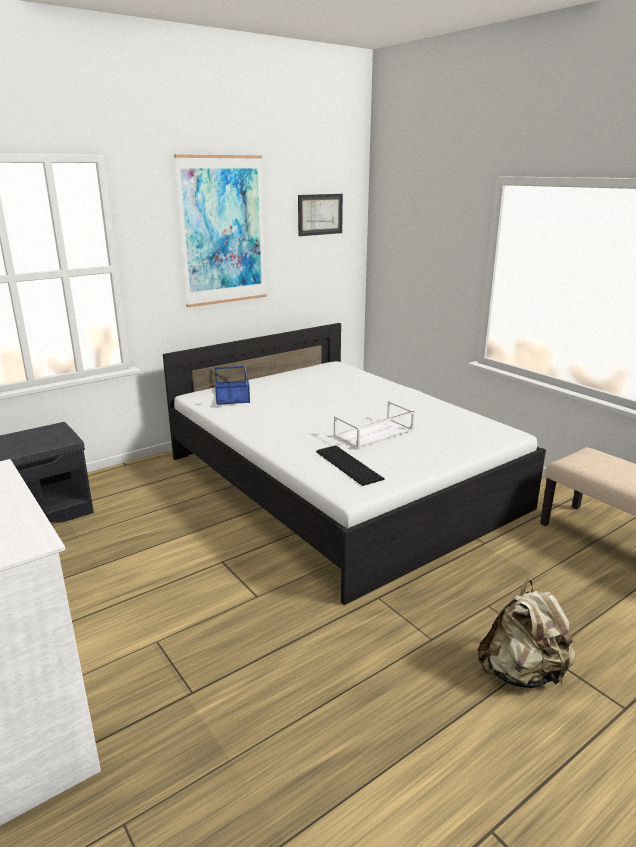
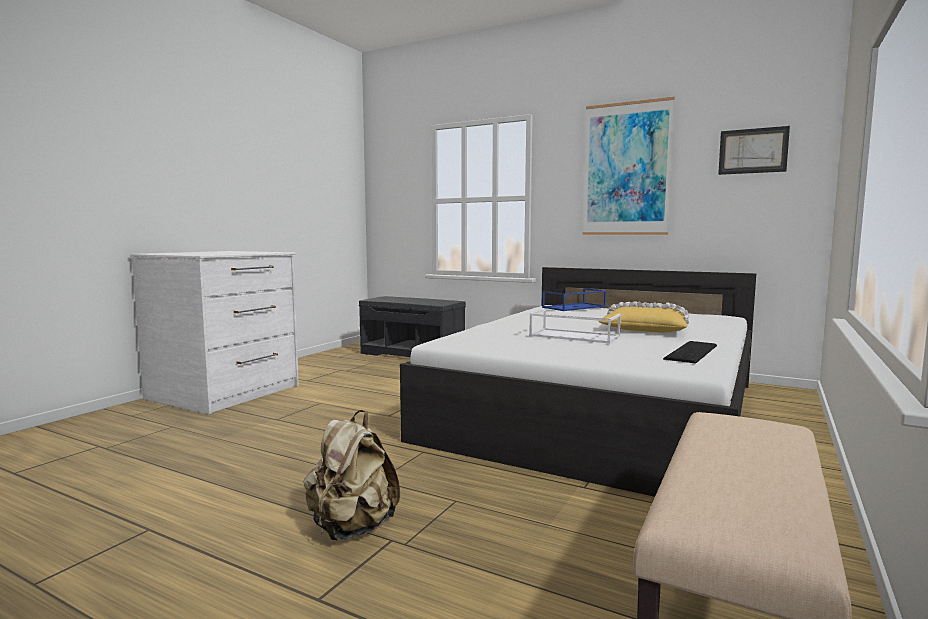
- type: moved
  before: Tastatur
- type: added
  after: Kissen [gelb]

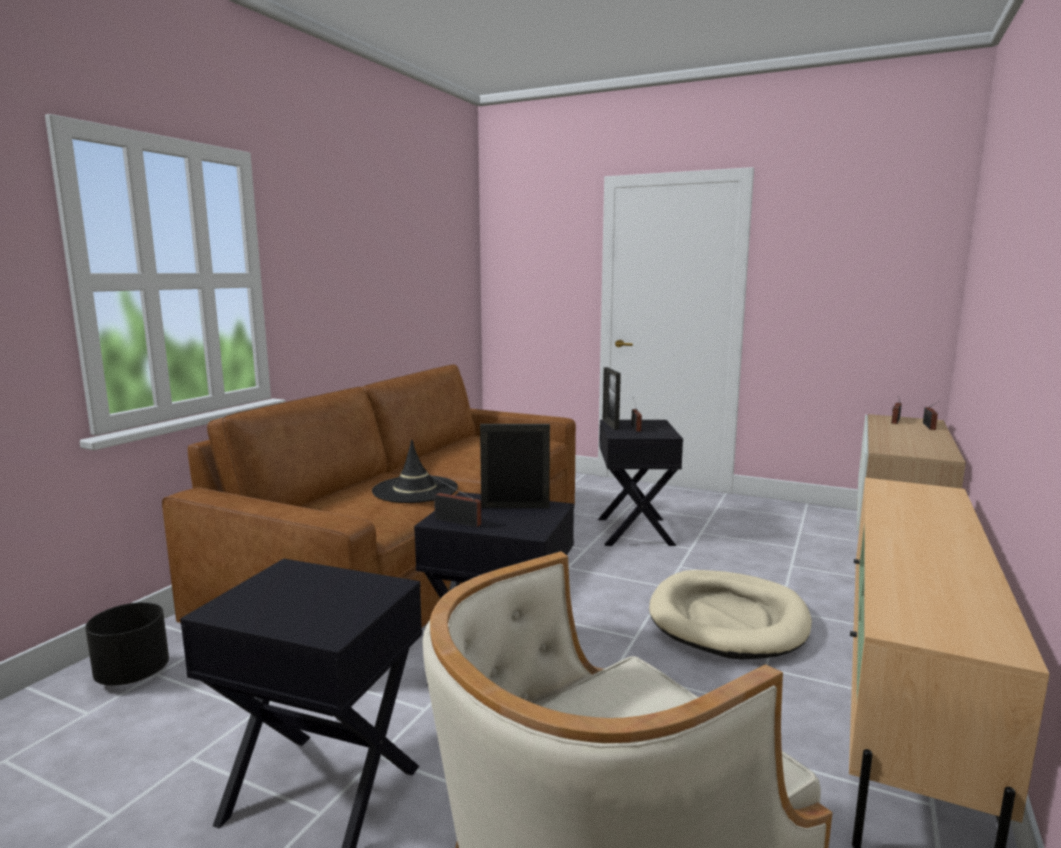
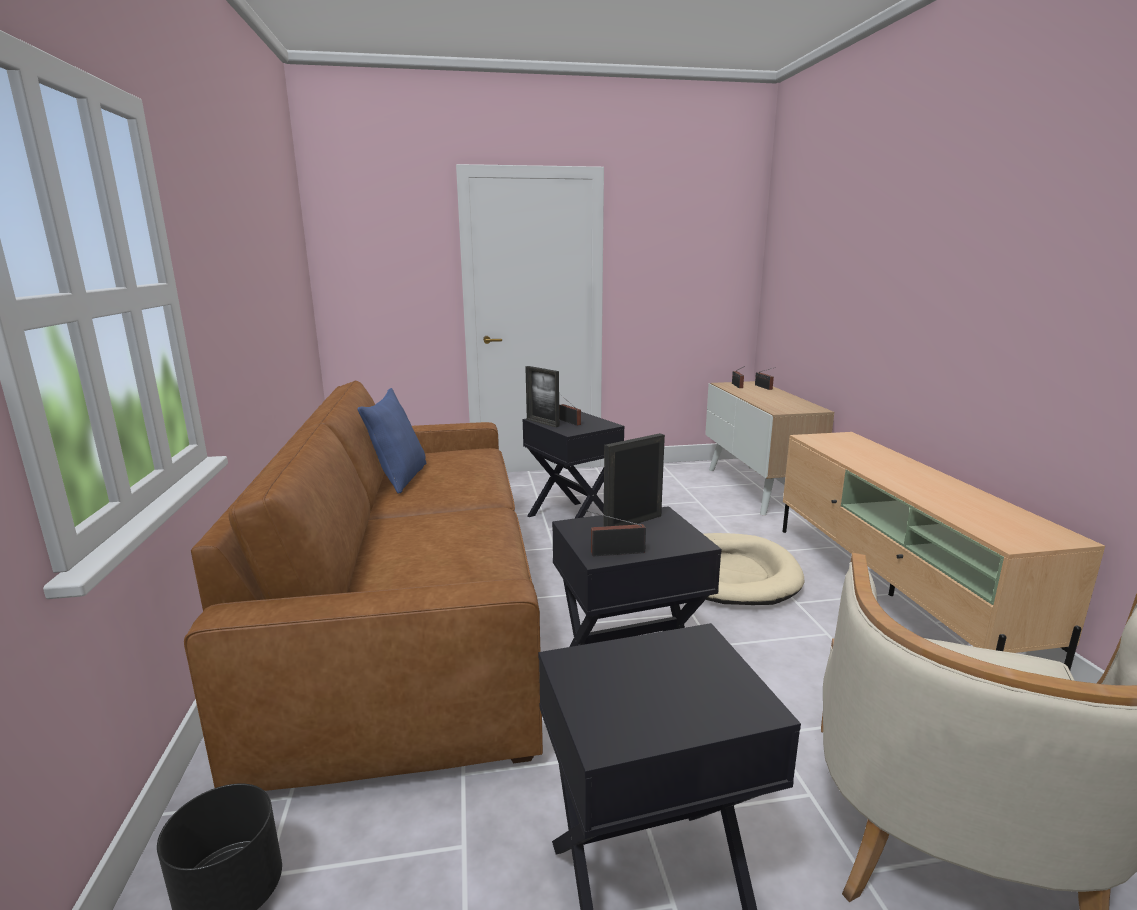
- type: removed
  before: Hut [schwarz]
- type: added
  after: Kissen [blau]

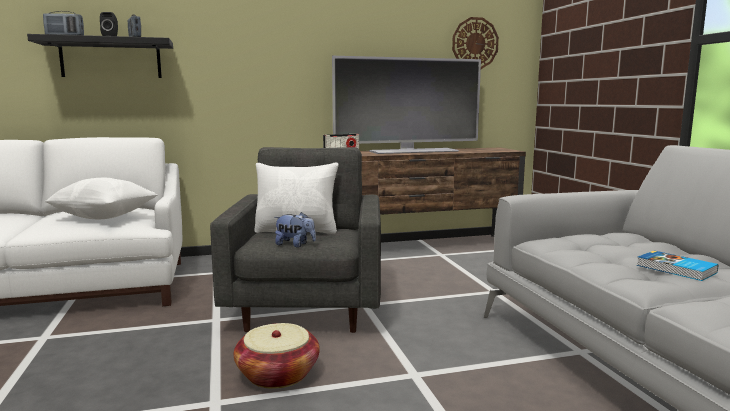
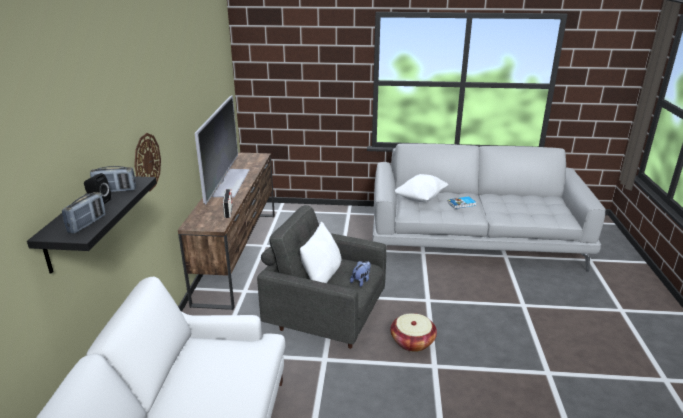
- type: moved
  before: Wanduhr
- type: moved
  before: Kissen [weiß] (1st from left in the first image)
  after: Kissen [weiß] (2nd from left)

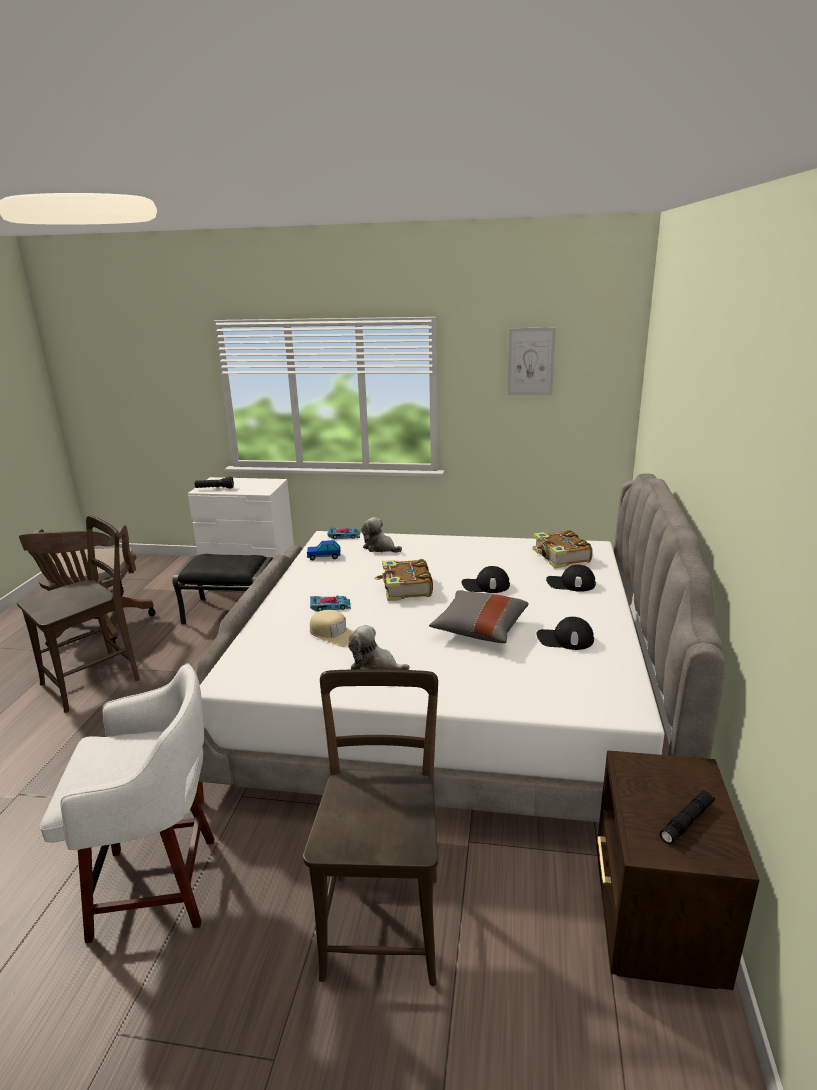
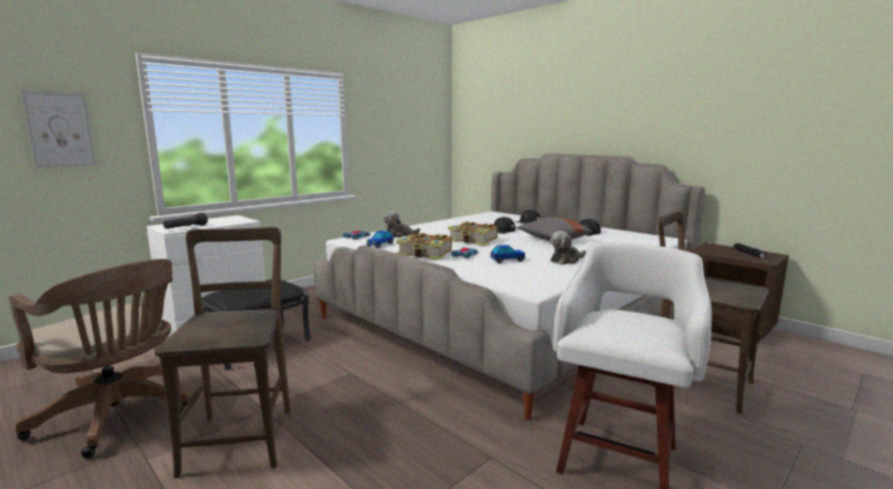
- type: moved
  before: Bild
- type: moved
  before: Buch (2nd from left in the first image)
  after: Buch (1st from left)
- type: replaced
  before: Kappe [beige]
  after: Spielzeugauto (4th from left)

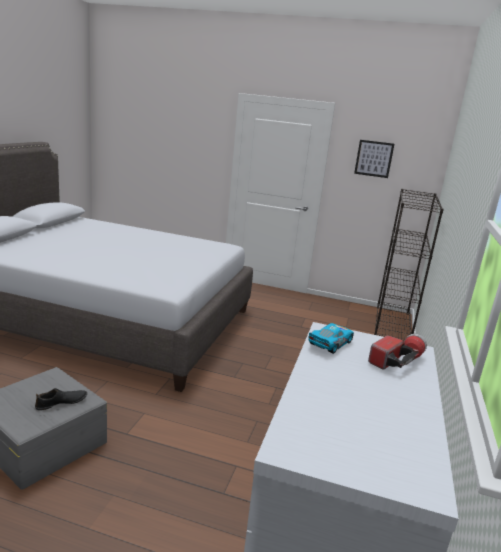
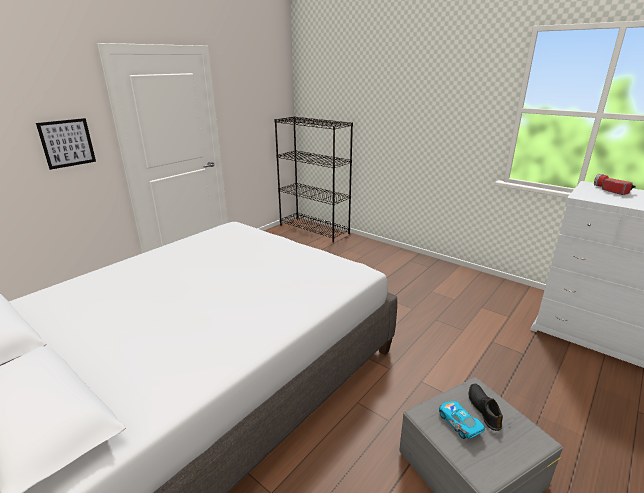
- type: moved
  before: Bild
- type: moved
  before: Spielzeugauto

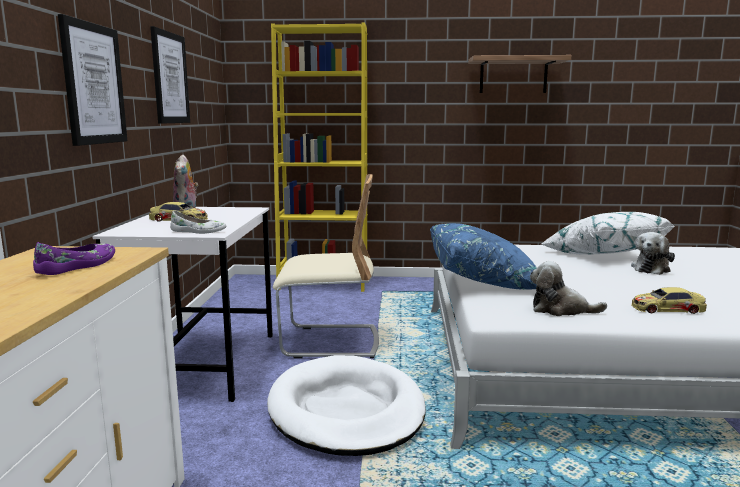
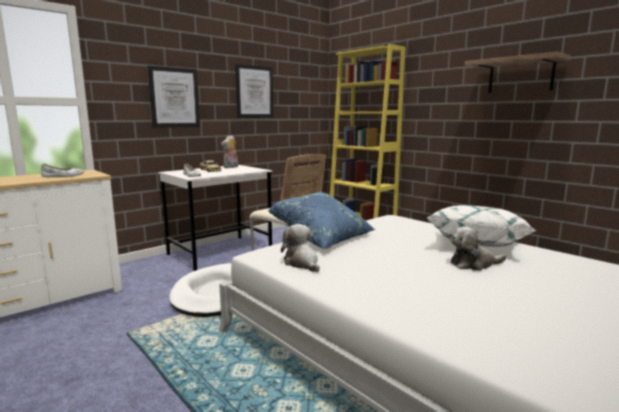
- type: recoloured
  before: Schuh [lila]
  after: Schuh [weiß] (1st from left)
- type: removed
  before: Spielzeugauto (2nd from left)

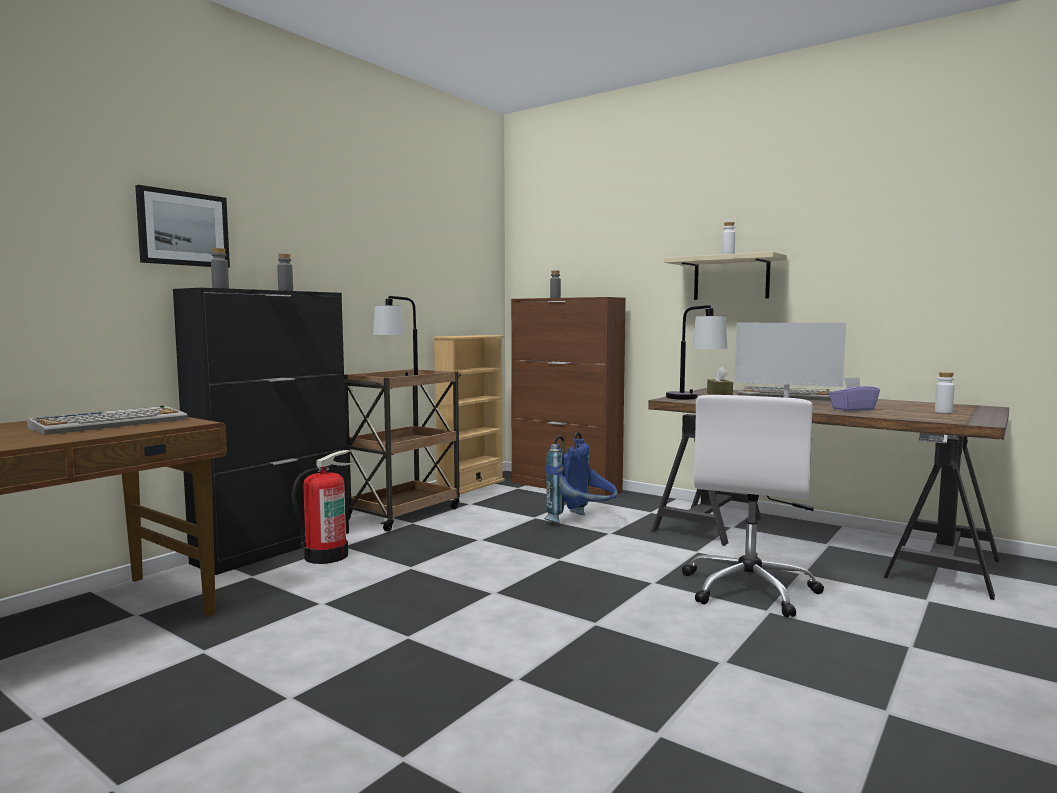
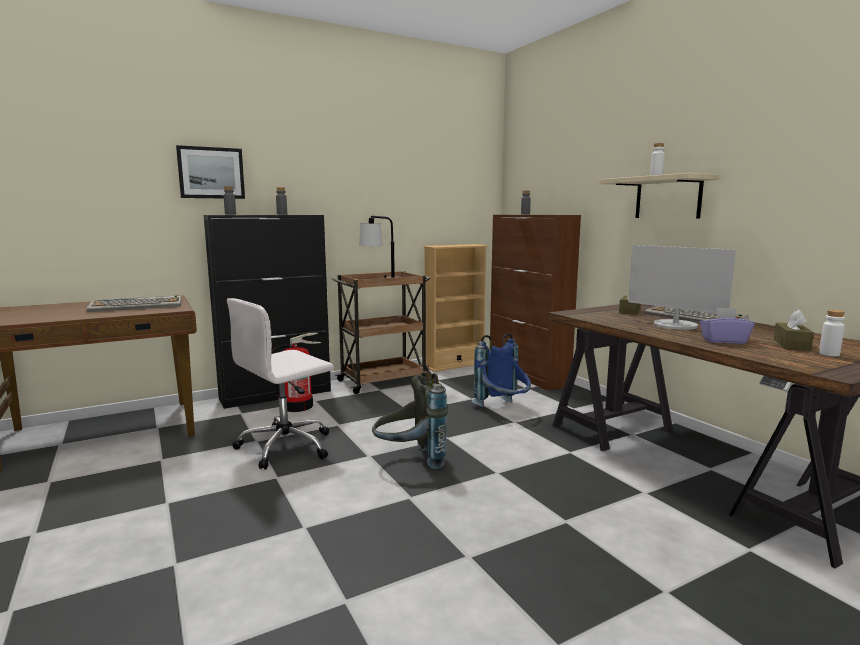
- type: removed
  before: Tischlampe (2nd from left)
- type: moved
  before: Bürostuhl [weiß]
- type: added
  after: Taschentuchbox [braun] (2nd from left)
- type: added
  after: Rucksack [grau]

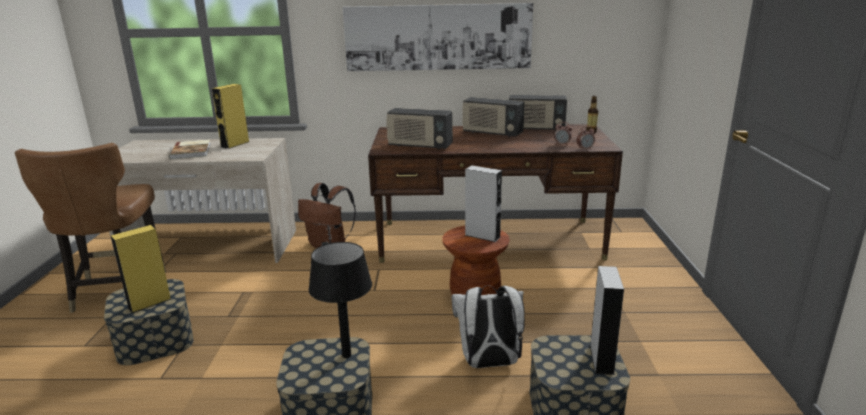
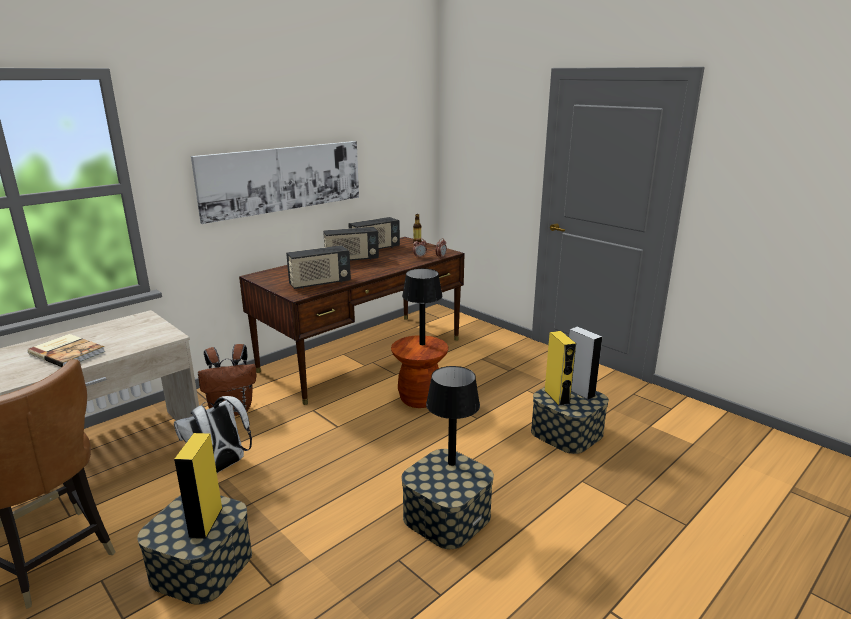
- type: moved
  before: Lautsprecher [gelb] (2nd from left)
- type: replaced
  before: Lautsprecher [grau] (1st from left)
  after: Tischlampe [schwarz] (1st from left)
- type: moved
  before: Rucksack [weiß]

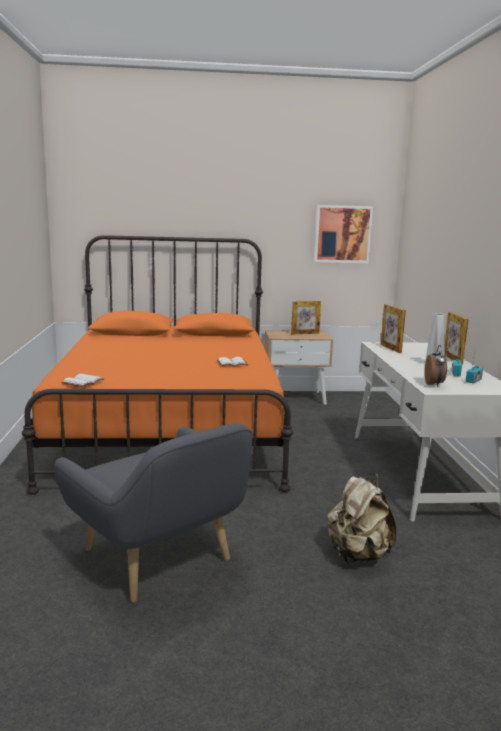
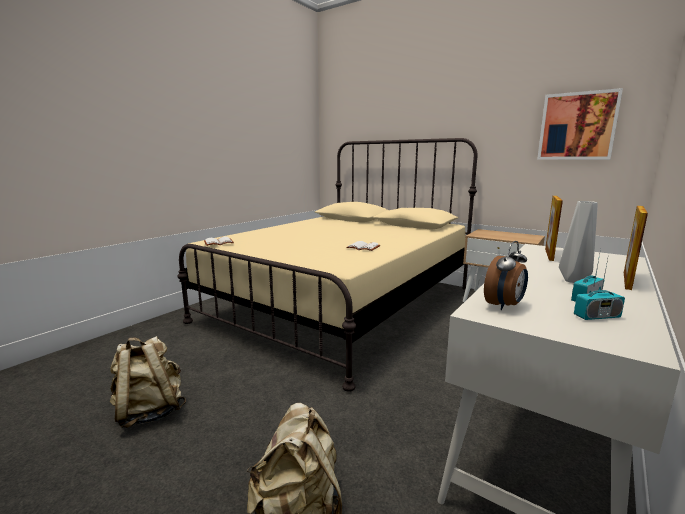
- type: recoloured
  before: Bett [orange]
  after: Bett [beige]
- type: removed
  before: Bilderrahmen (1st from left)
- type: replaced
  before: Sessel [grau]
  after: Rucksack [beige] (1st from left)

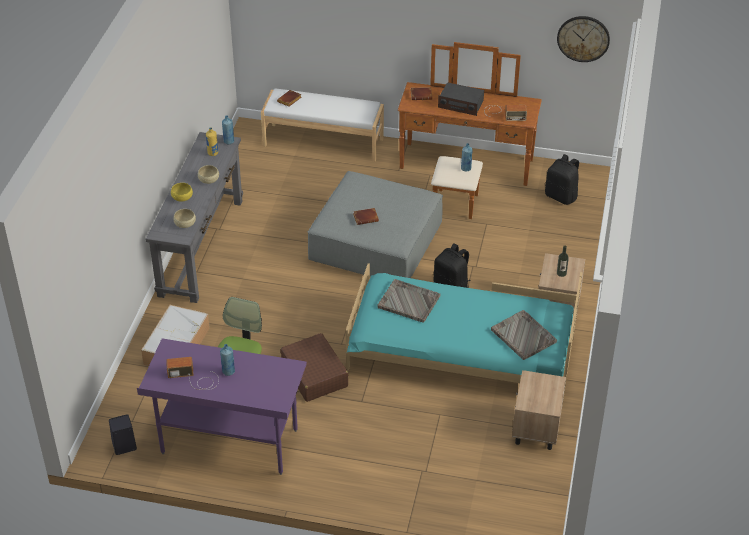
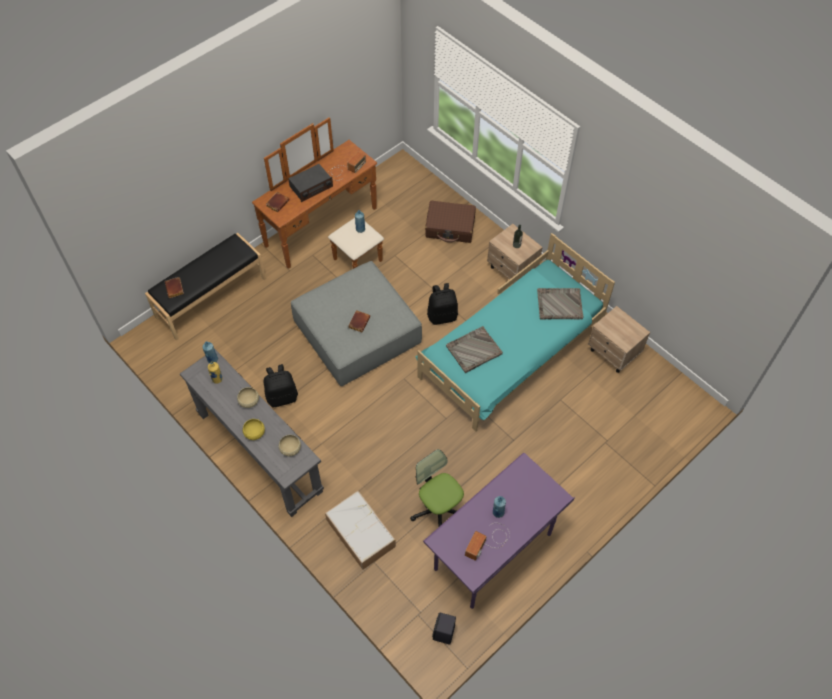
- type: removed
  before: Wanduhr
- type: recoloured
  before: Bank [weiß]
  after: Bank [schwarz]
- type: moved
  before: Rucksack [schwarz] (2nd from left in the first image)
  after: Rucksack [schwarz] (1st from left)
- type: moved
  before: Koffer [braun]

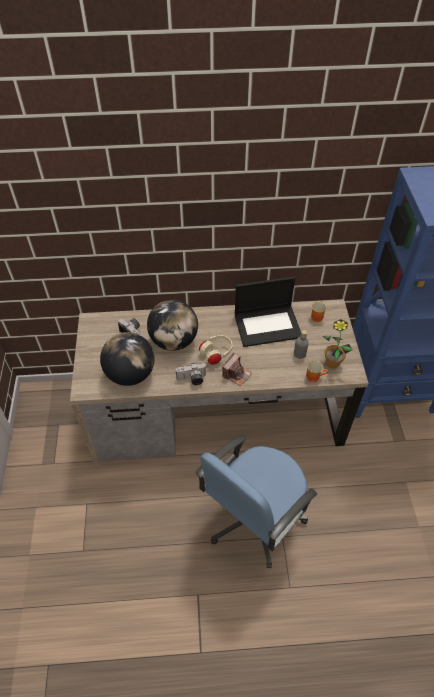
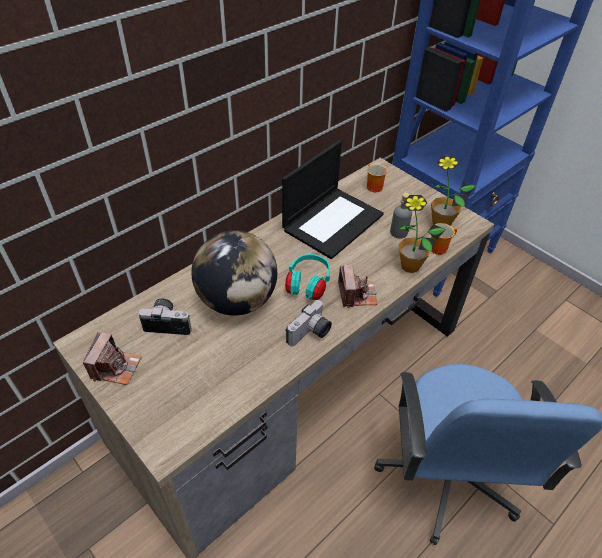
- type: removed
  before: Globus (1st from left)
- type: recoloured
  before: Kopfhörer [beige]
  after: Kopfhörer [türkis]
- type: added
  after: Topfpflanze (1st from left)
- type: added
  after: Kamera (1st from left)

